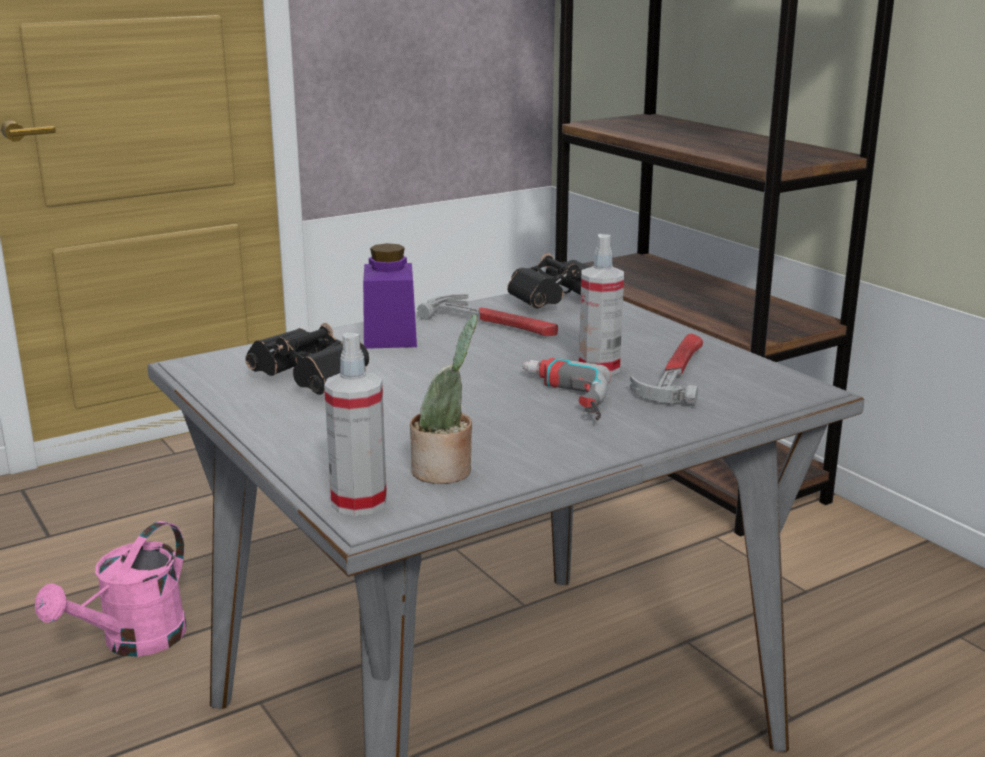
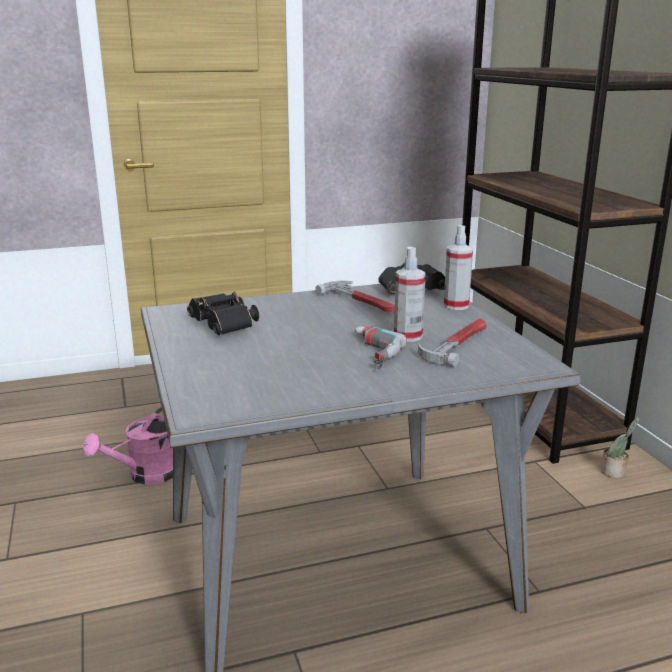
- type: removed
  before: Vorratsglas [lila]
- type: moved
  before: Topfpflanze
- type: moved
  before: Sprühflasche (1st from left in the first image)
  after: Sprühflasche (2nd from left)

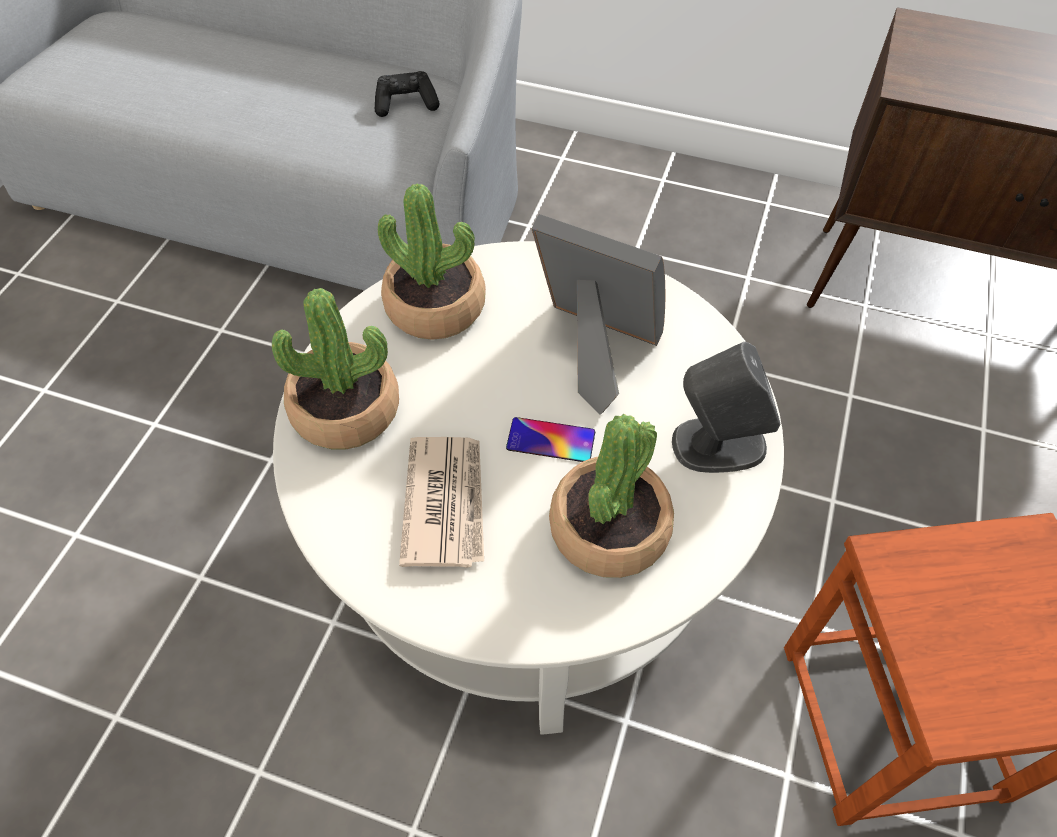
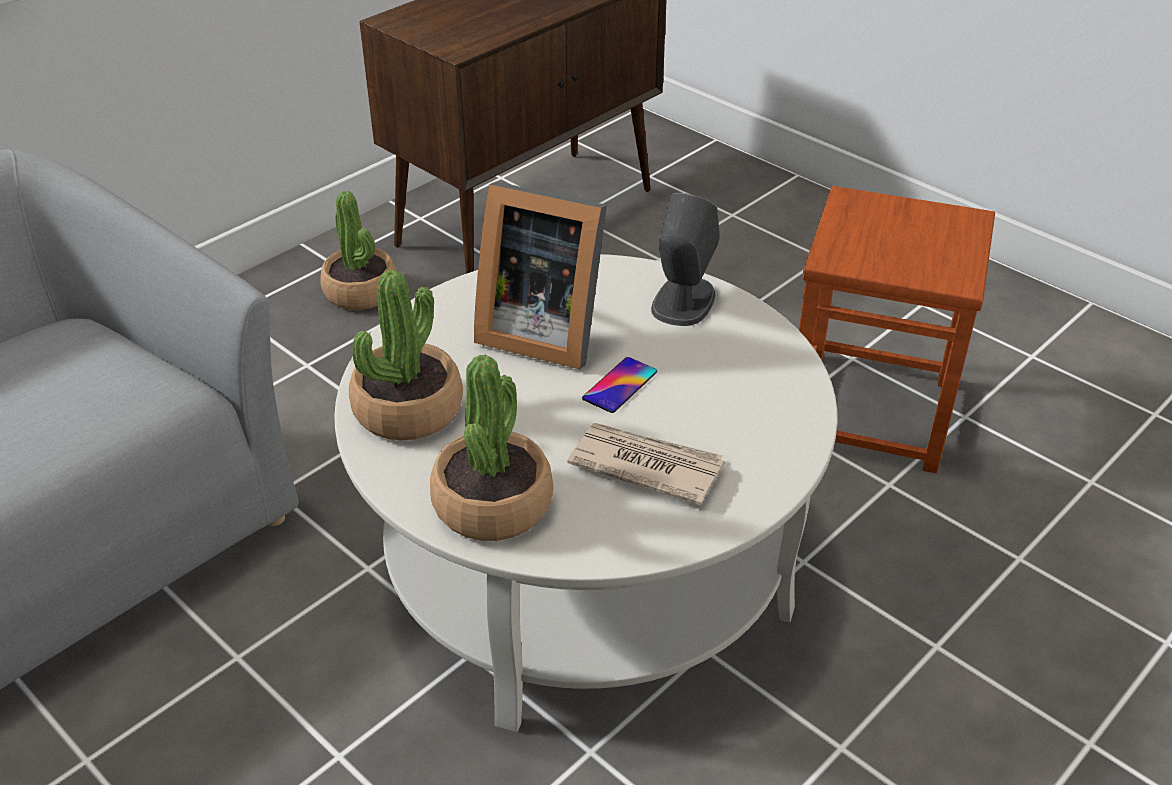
- type: removed
  before: Gamepad [schwarz]
- type: turned
  before: Bilderrahmen
  turn: -120
- type: moved
  before: Topfpflanze (3rd from left in the first image)
  after: Topfpflanze (1st from left)

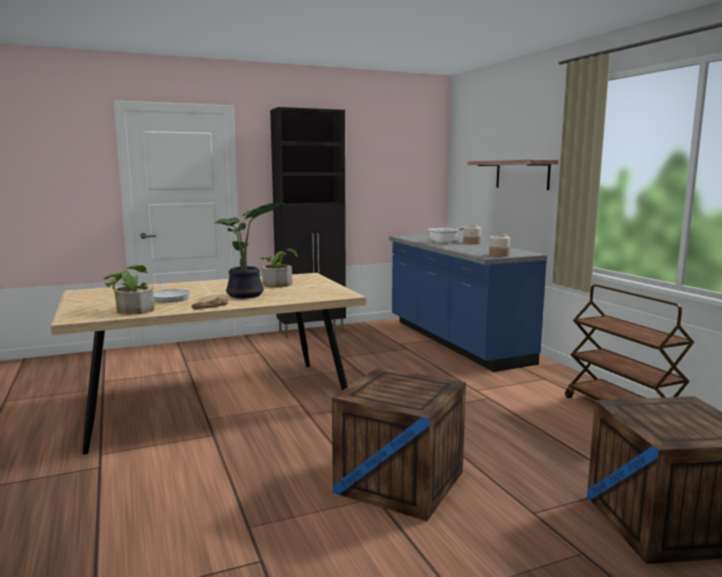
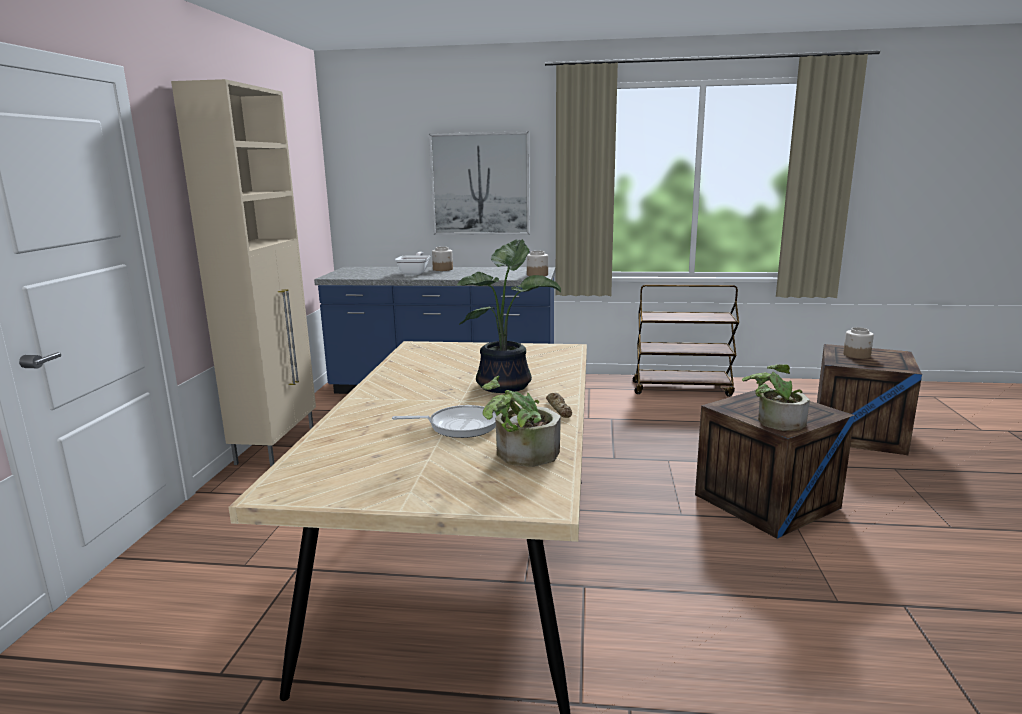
- type: recoloured
  before: Schrank [schwarz]
  after: Schrank [beige]
- type: replaced
  before: Wandregal
  after: Bild
- type: moved
  before: Topfpflanze (3rd from left)
- type: added
  after: Vorratsglas (3rd from left)

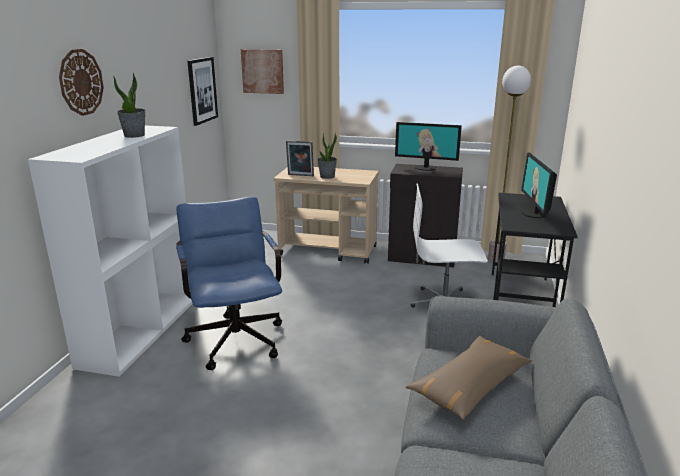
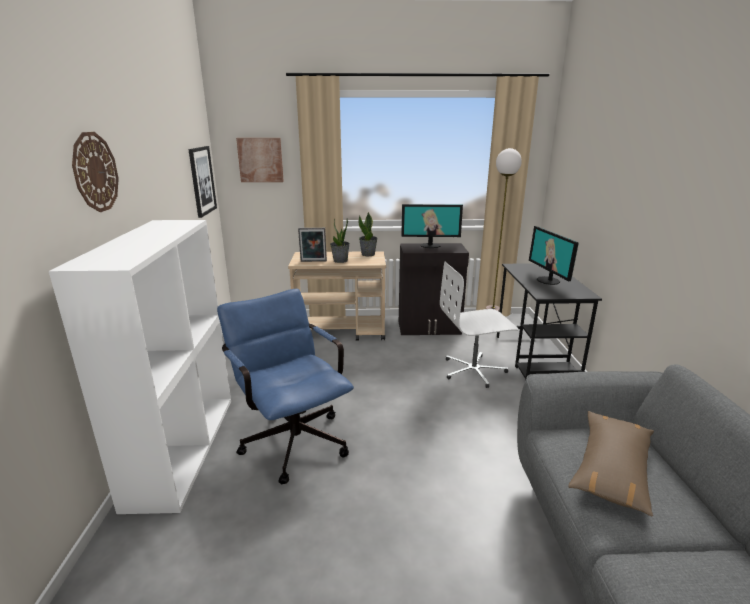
- type: moved
  before: Topfpflanze (1st from left in the first image)
  after: Topfpflanze (2nd from left)

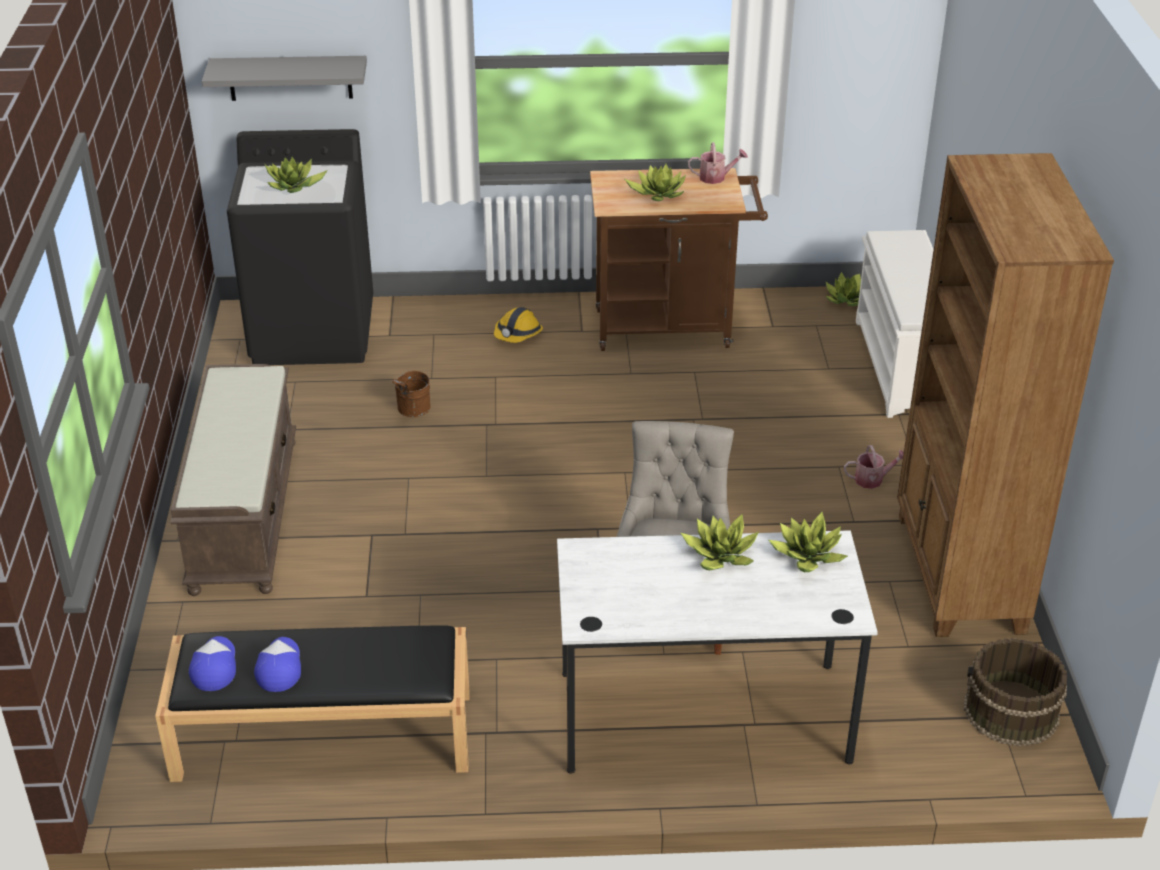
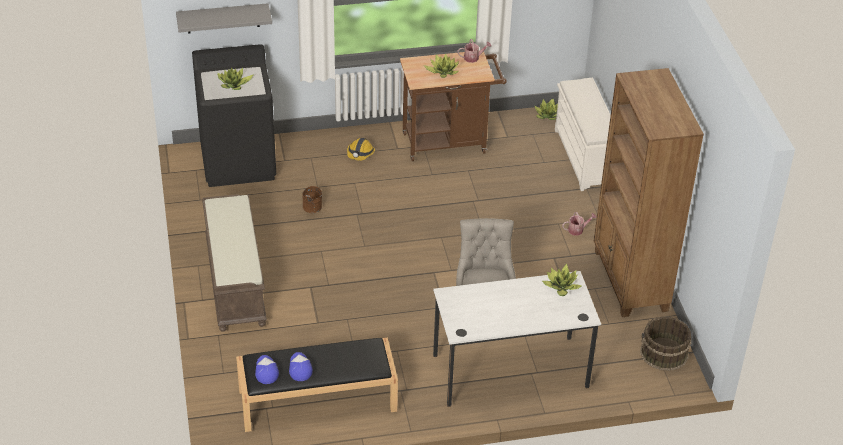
- type: removed
  before: Topfpflanze (3rd from left)

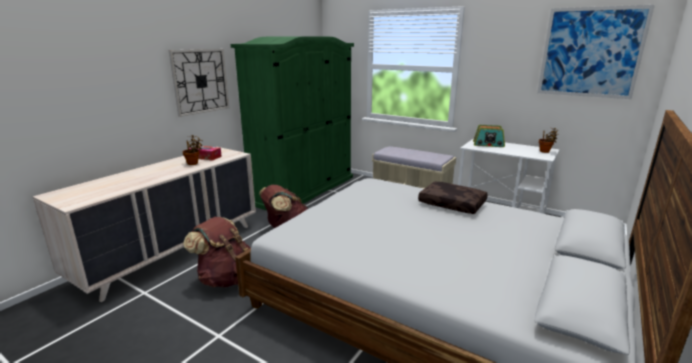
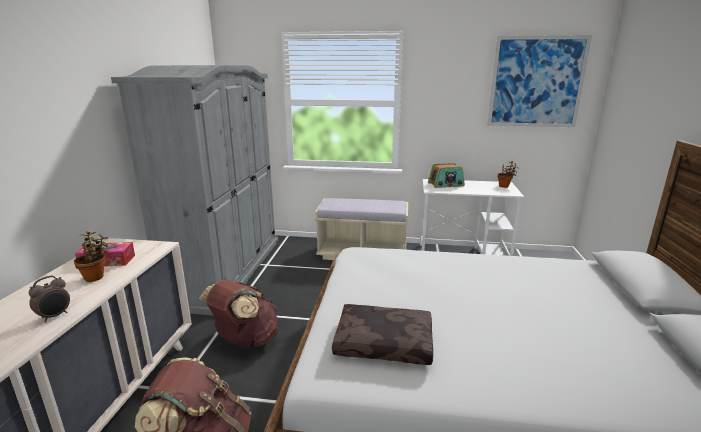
- type: recoloured
  before: Kleiderschrank [grün]
  after: Kleiderschrank [grau]
- type: removed
  before: Wanduhr
- type: moved
  before: Kissen [braun]
- type: added
  after: Wecker

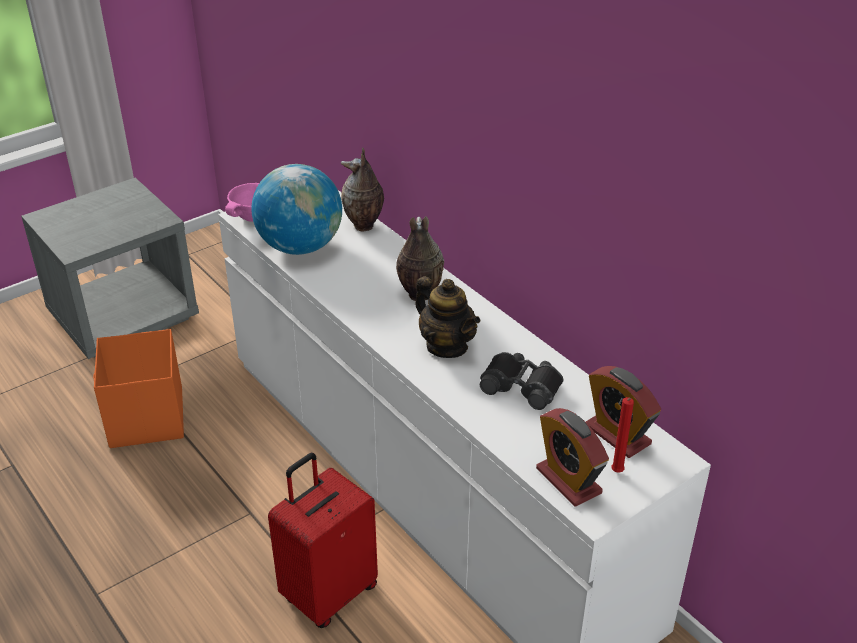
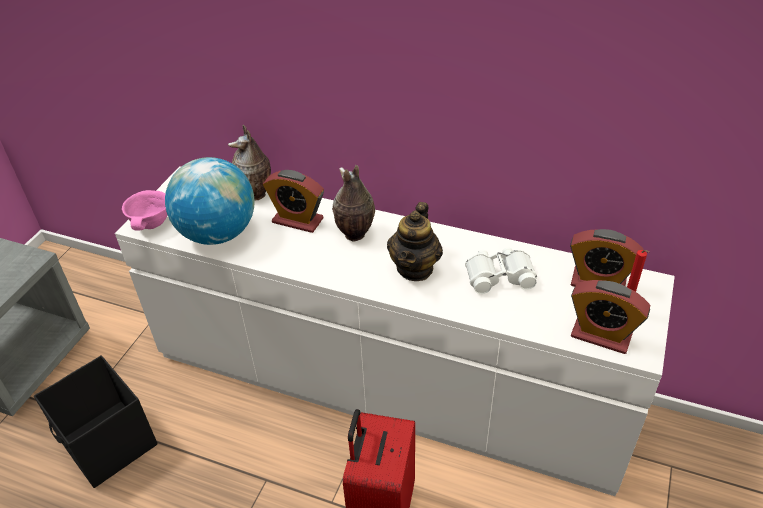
- type: turned
  before: Teekanne
  turn: 90
- type: recoloured
  before: Aufbewahrungsbox [orange]
  after: Aufbewahrungsbox [schwarz]
- type: recoloured
  before: Fernglas [schwarz]
  after: Fernglas [weiß]
- type: added
  after: Wecker (1st from left)

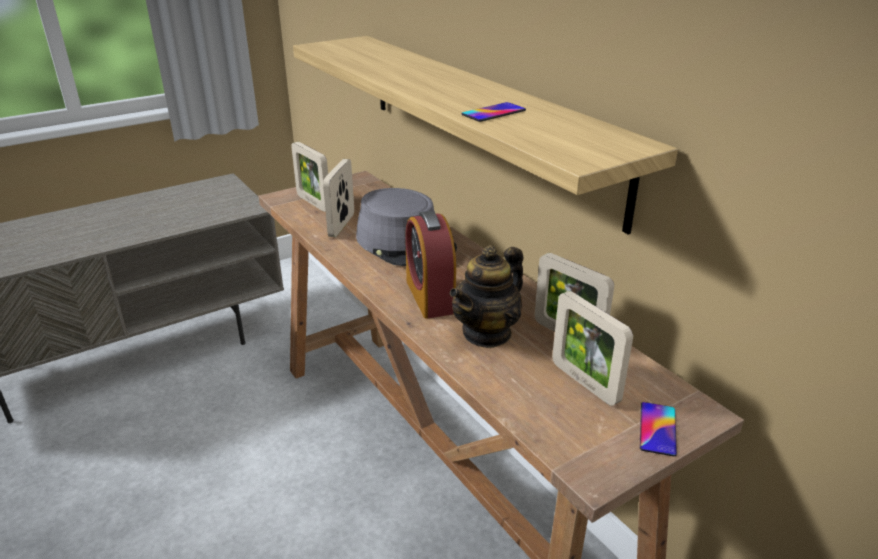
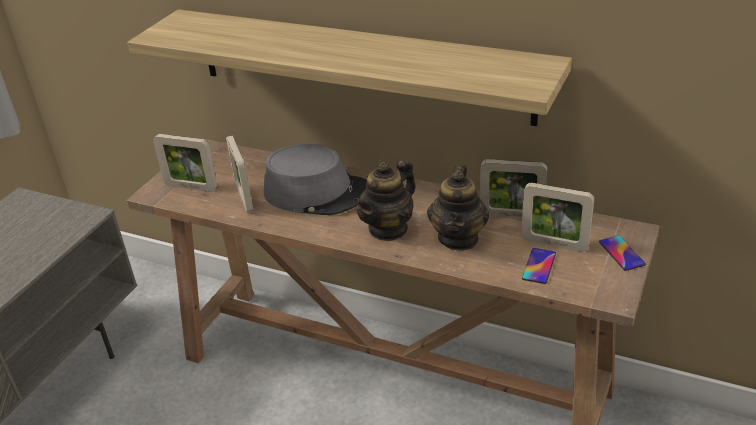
- type: moved
  before: Handy (1st from left)
- type: replaced
  before: Wecker
  after: Teekanne (1st from left)

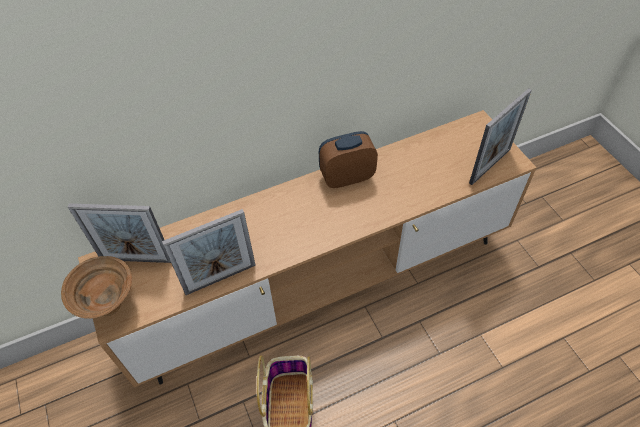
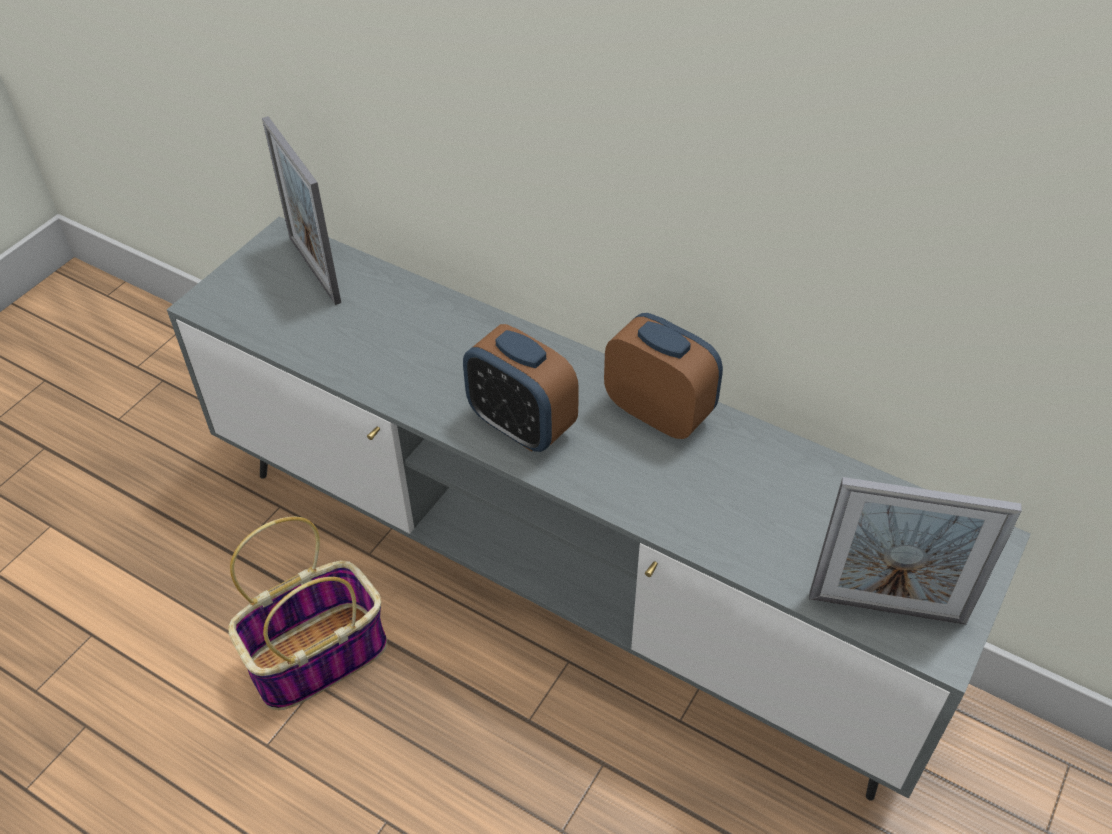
- type: recoloured
  before: Fernsehschrank [braun]
  after: Fernsehschrank [grau]
- type: removed
  before: Bilderrahmen (2nd from left)
- type: removed
  before: Schüssel [braun]
- type: added
  after: Wecker (1st from left)

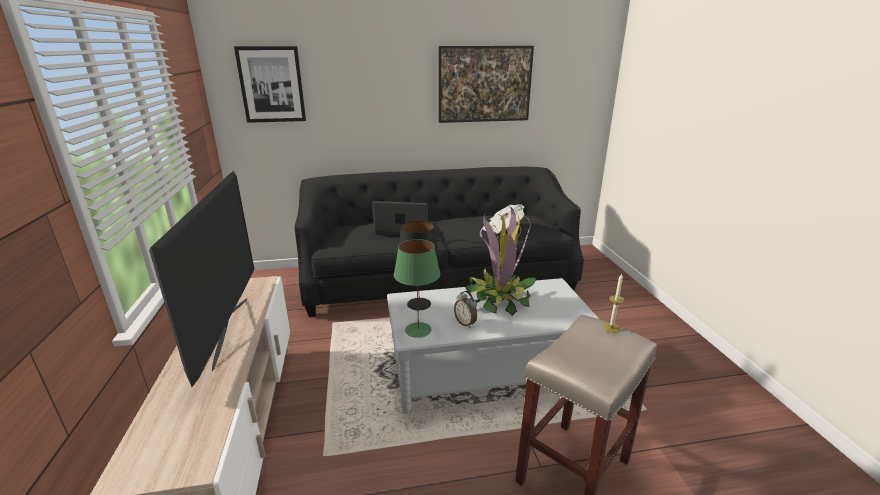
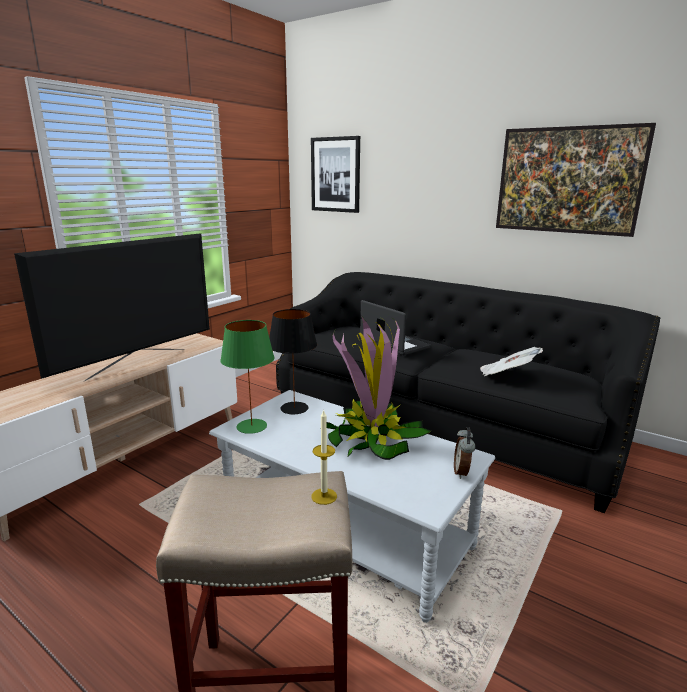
- type: moved
  before: Wecker

